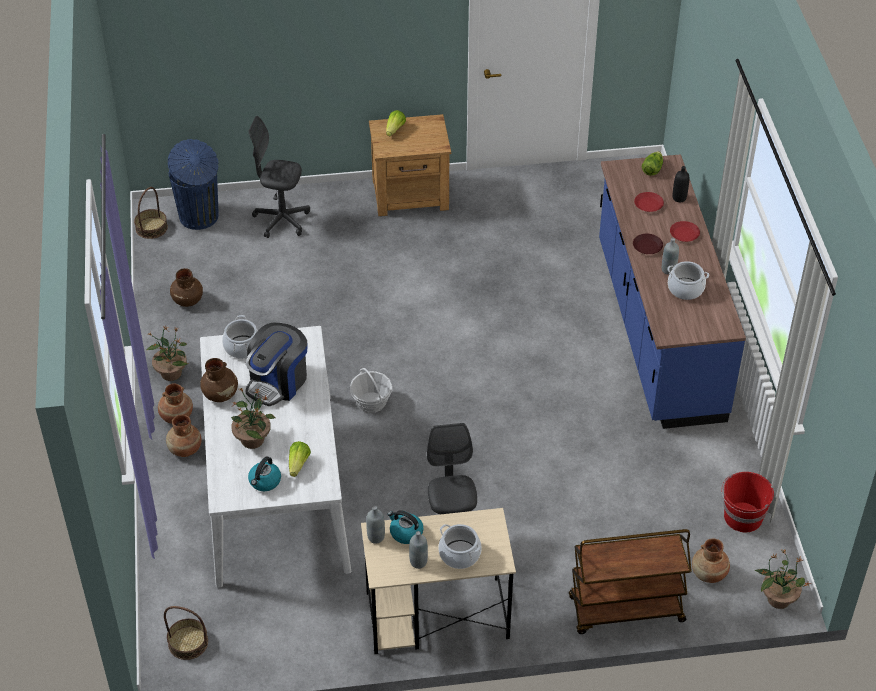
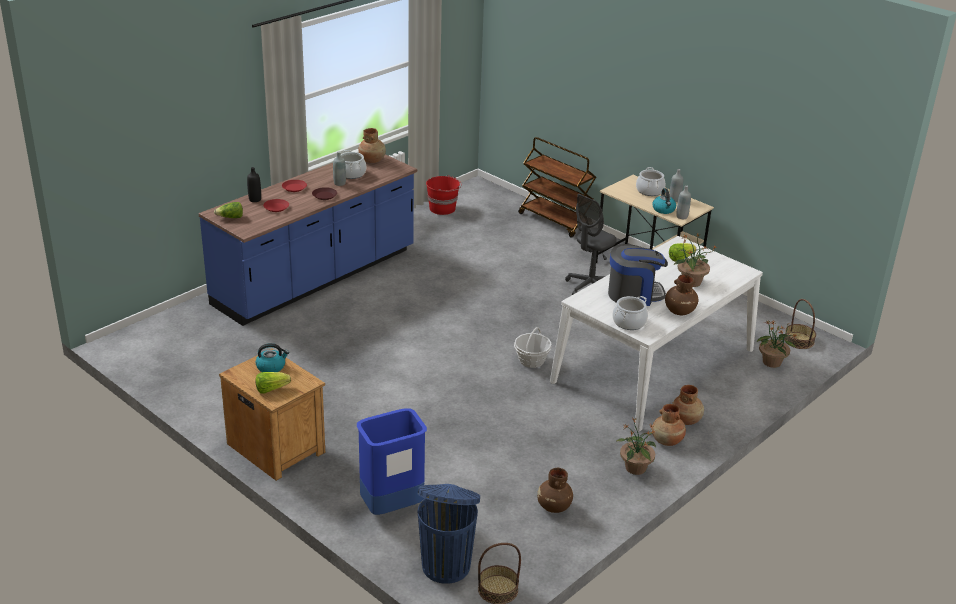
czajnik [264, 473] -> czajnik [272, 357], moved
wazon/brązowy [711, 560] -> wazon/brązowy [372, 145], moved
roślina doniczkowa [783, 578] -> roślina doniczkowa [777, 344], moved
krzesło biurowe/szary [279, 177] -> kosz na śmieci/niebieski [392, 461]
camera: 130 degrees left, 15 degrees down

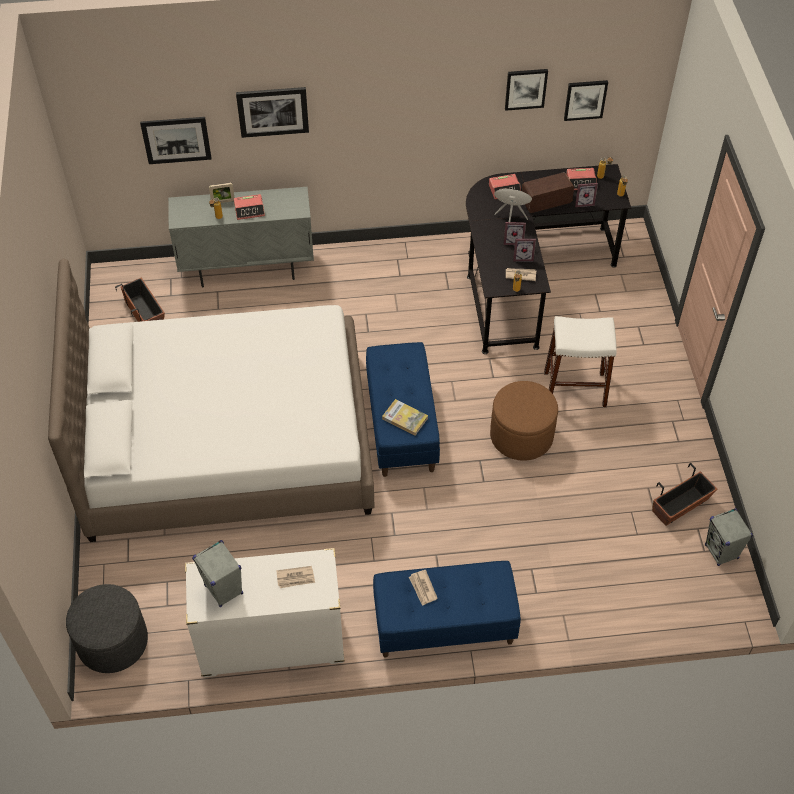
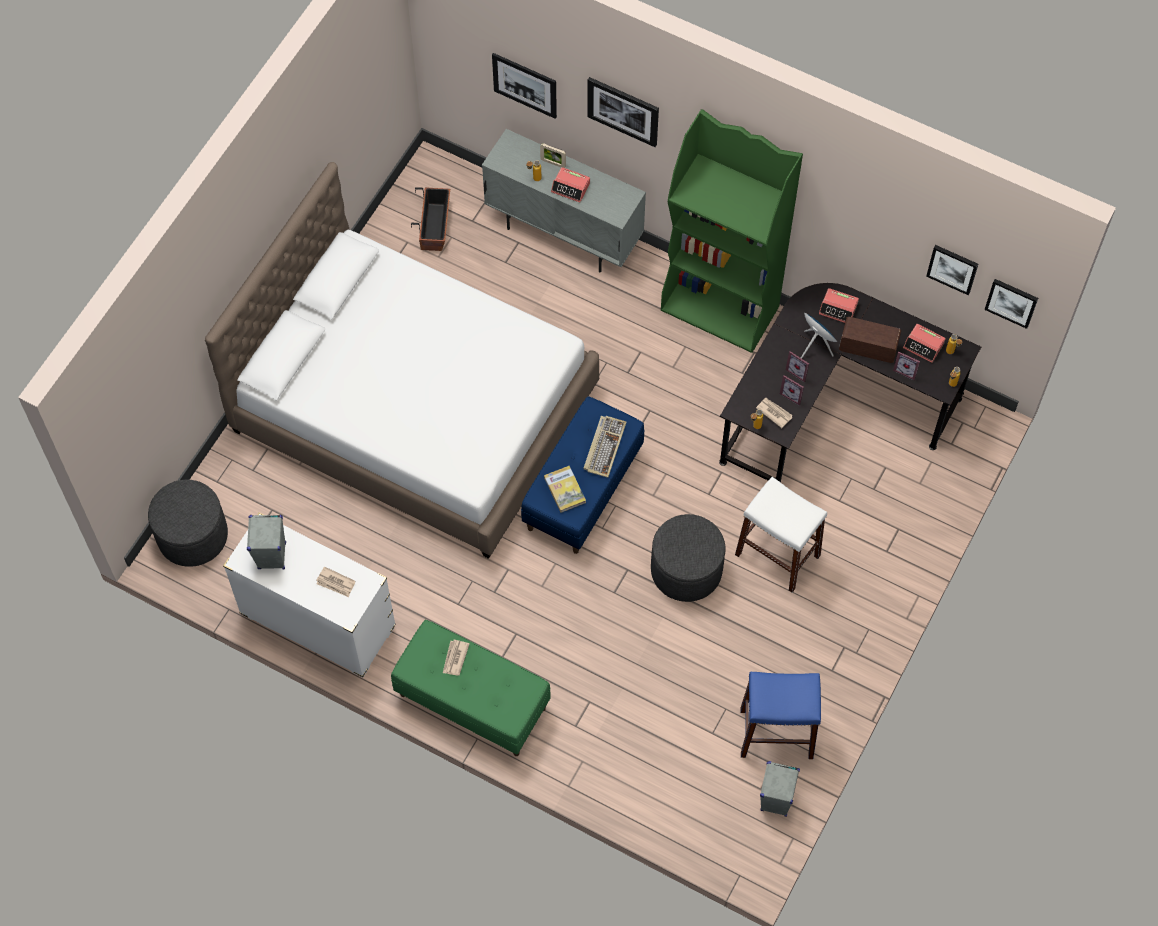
none -> klawiatura [605, 447]
none -> regał/zielony [732, 231]
obraz [526, 90] -> obraz [1011, 304], moved
donica [684, 494] -> stołek/niebieski [780, 715]
ławka/niebieski [447, 609] -> ławka/zielony [471, 688]
pufa/brązowy [524, 421] -> pufa/szary [688, 558]
camera: 35 degrees right, 10 degrees up

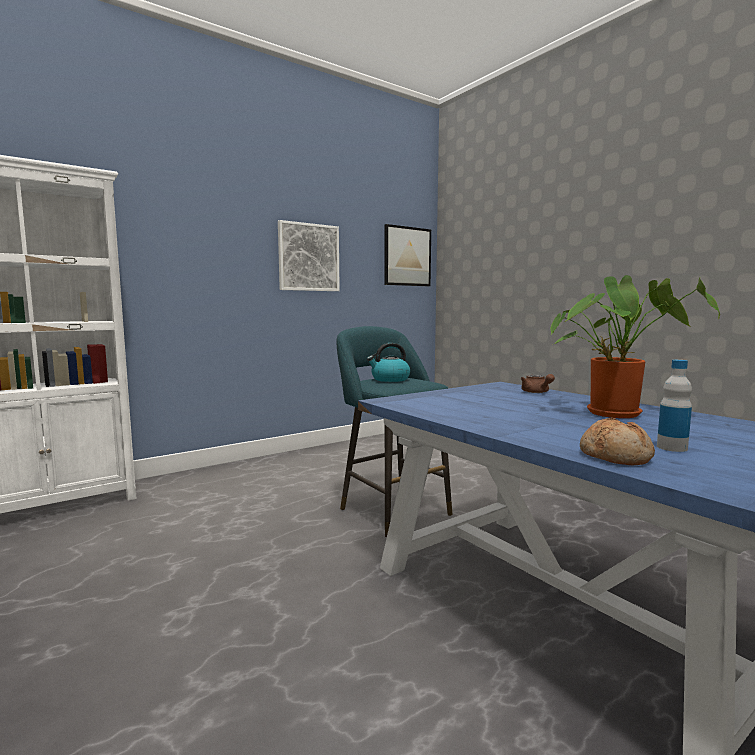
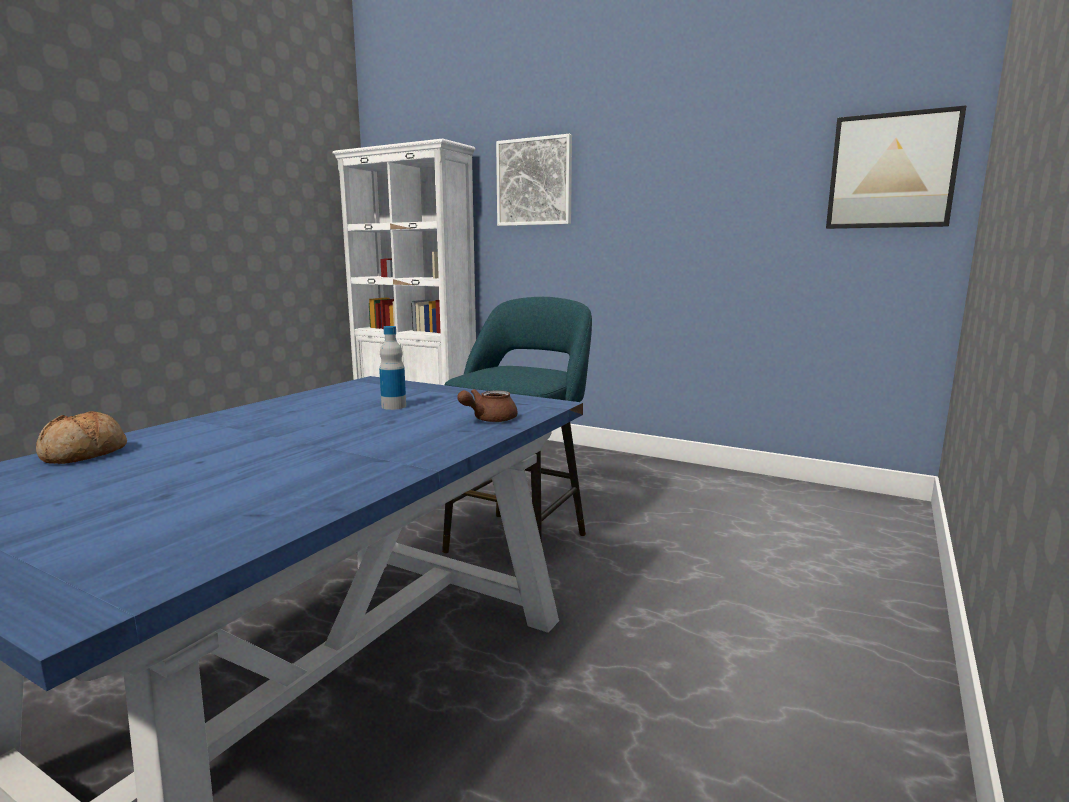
czajnik [388, 362] -> none
roślina doniczkowa [635, 346] -> none
obraz [309, 255] -> obraz [534, 180], moved
butelka [674, 406] -> butelka [392, 368], moved
camera: 65 degrees right, 5 degrees up

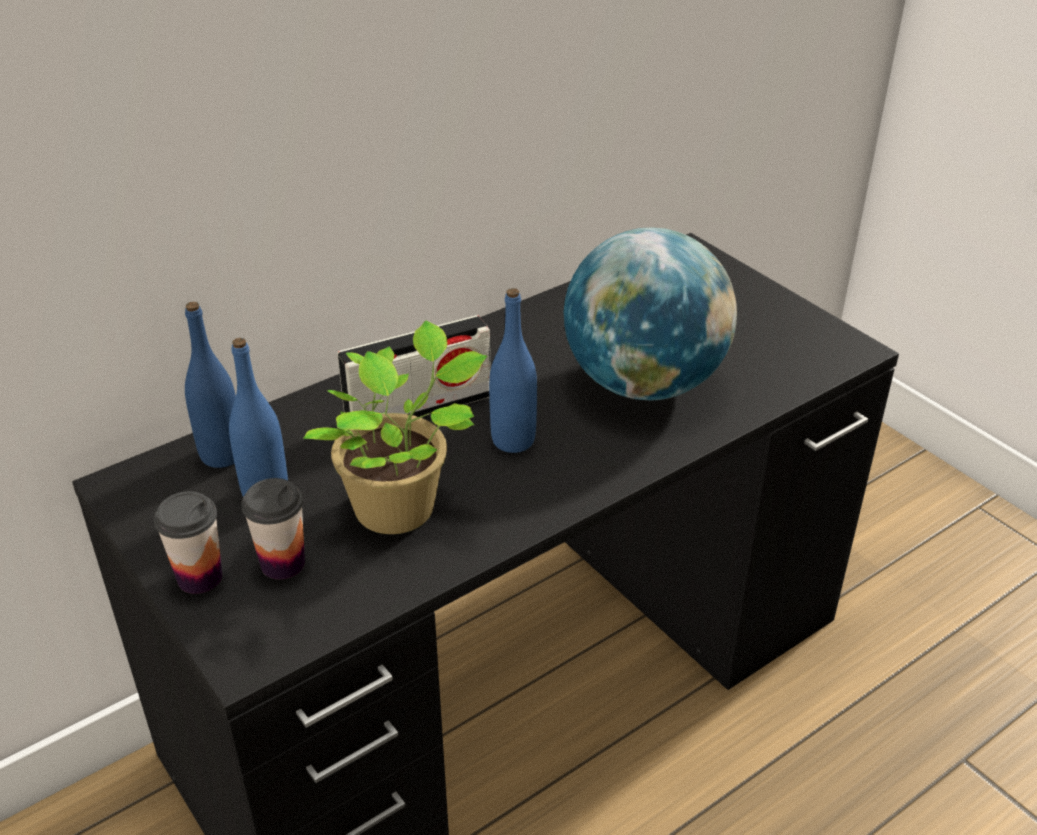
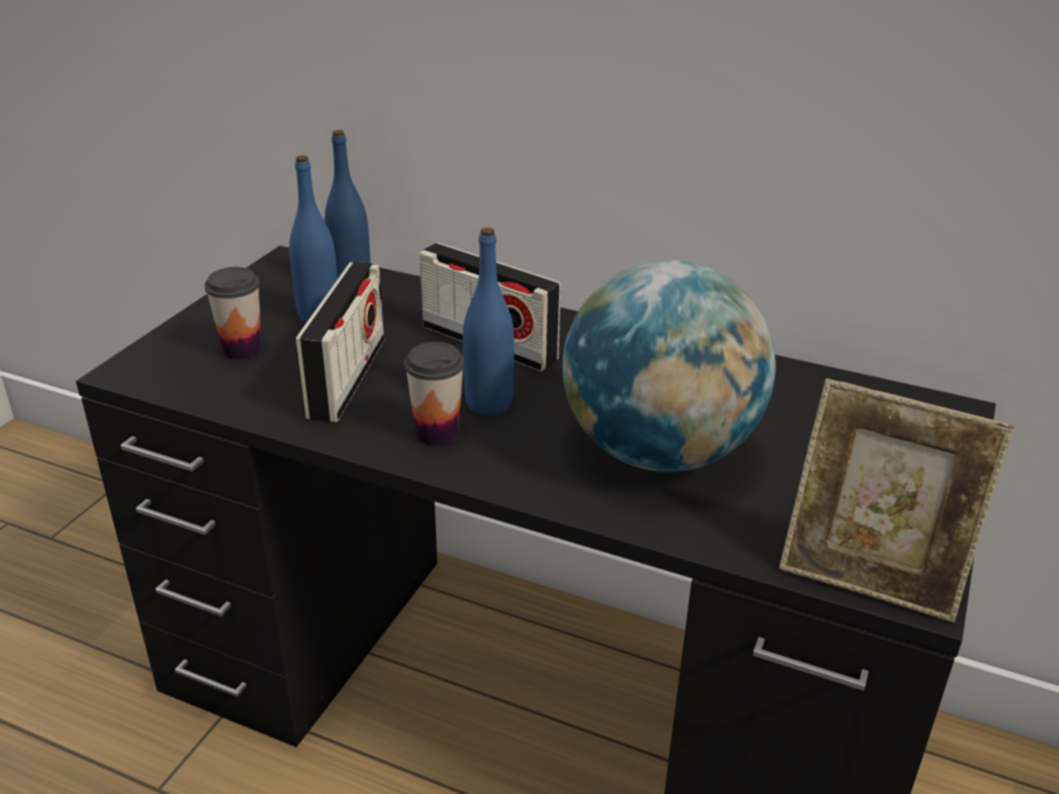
none -> ramka na zdjęcie [896, 500]
filiżanka [188, 542] -> filiżanka [434, 394], moved
roślina doniczkowa [395, 427] -> radio [339, 342]
camera: 60 degrees right, 5 degrees down

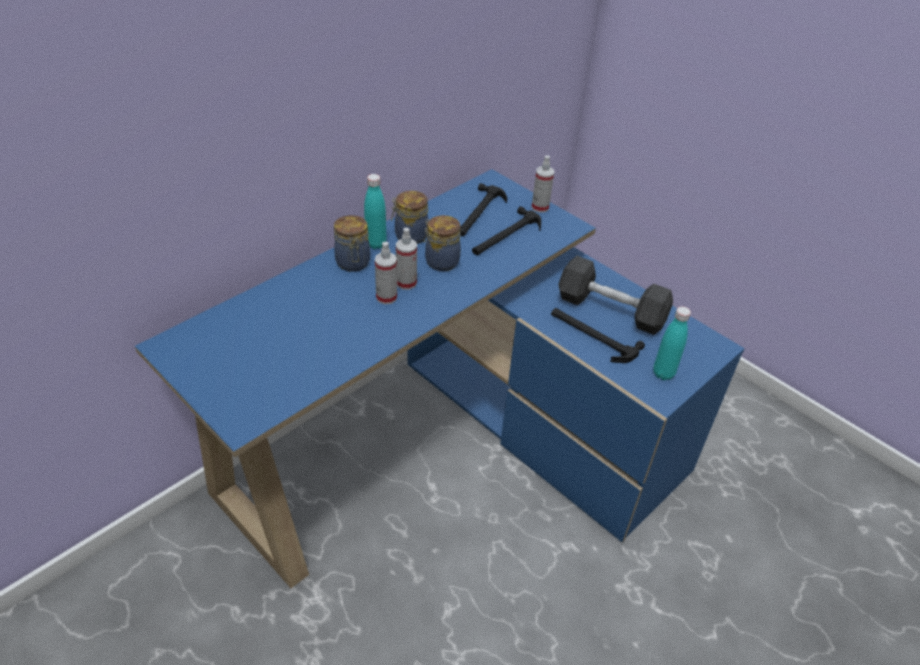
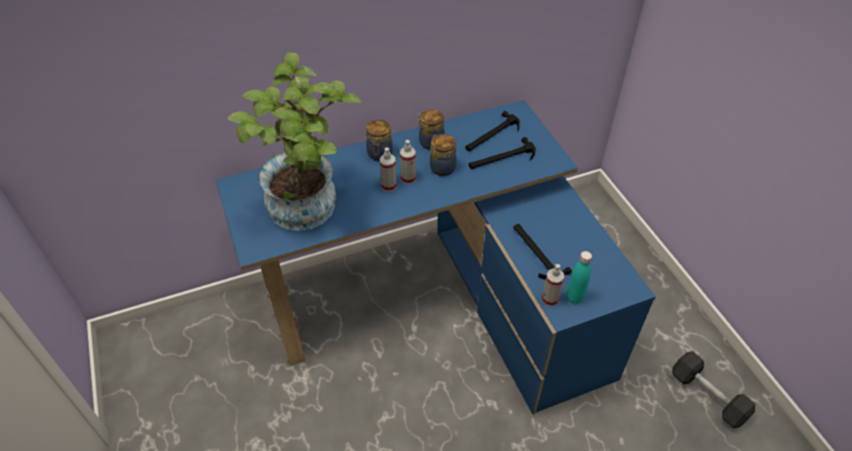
butelka/turkusowy [375, 211] -> none
none -> roślina doniczkowa [294, 141]
spryskiwacz [543, 184] -> spryskiwacz [553, 285], moved
hantel/szary [615, 295] -> hantel/szary [713, 389], moved
camera: 25 degrees right, 5 degrees up

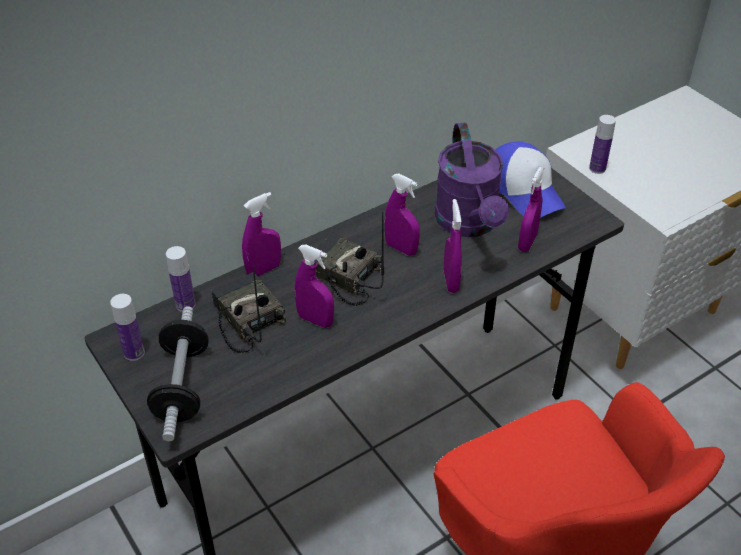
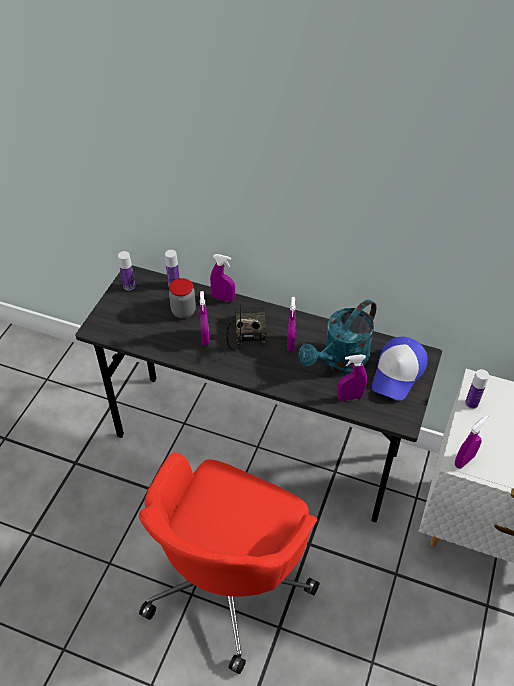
hantel [178, 373] -> none
spryskiwacz/fioletowy [453, 246] -> spryskiwacz/fioletowy [471, 442], moved
radio [249, 309] -> słoik [182, 298]
konewka/fioletowy [472, 180] -> konewka/turkusowy [338, 337]
camera: 55 degrees right, 5 degrees up

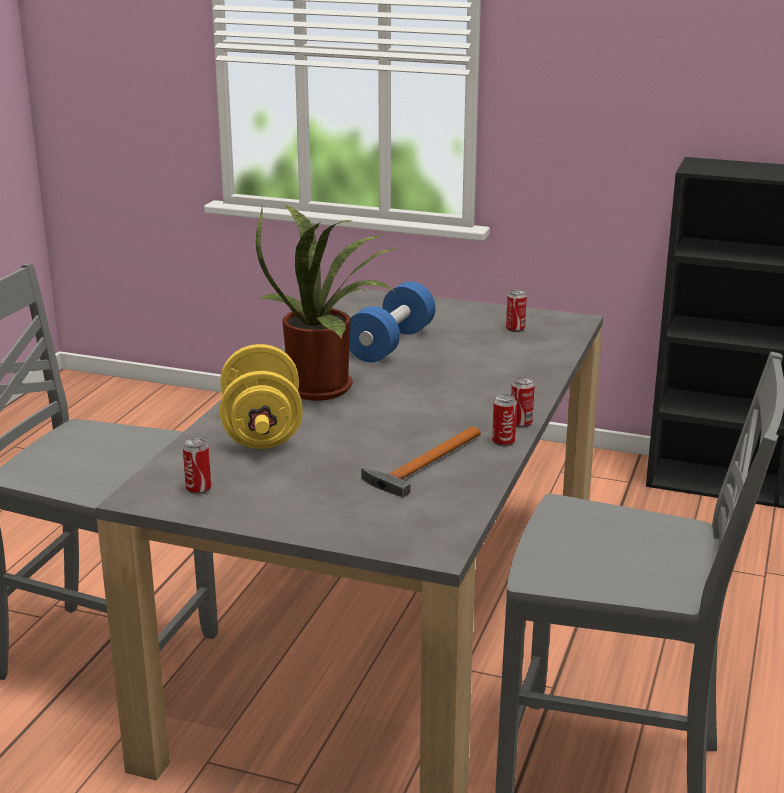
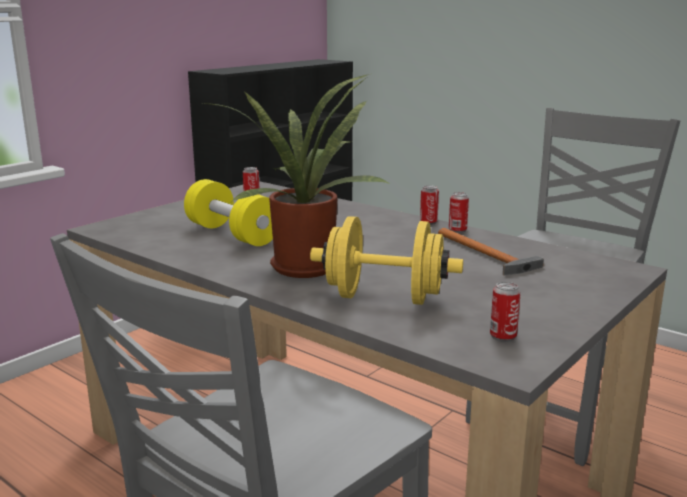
hantel/niebieski [392, 321] -> hantel/żółty [228, 212]
camera: 70 degrees left, 5 degrees down

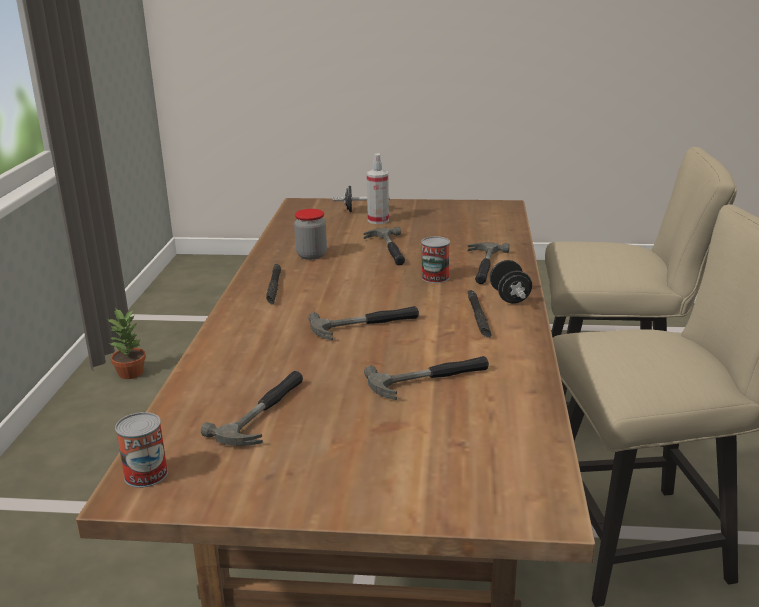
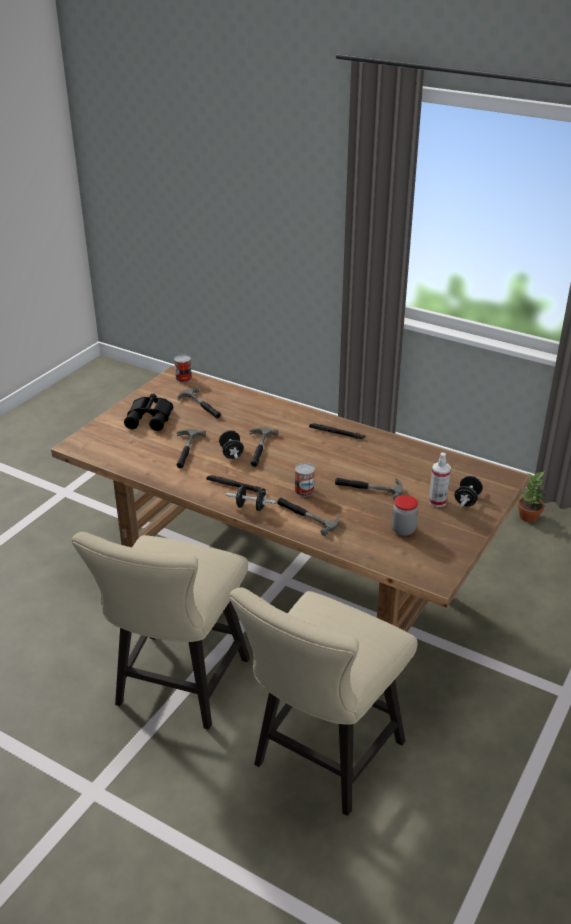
none -> lornetka/czarny [148, 412]
none -> hantel/czarny [231, 444]
słoik [310, 234] -> słoik [405, 515], moved
camera: 115 degrees right, 10 degrees up

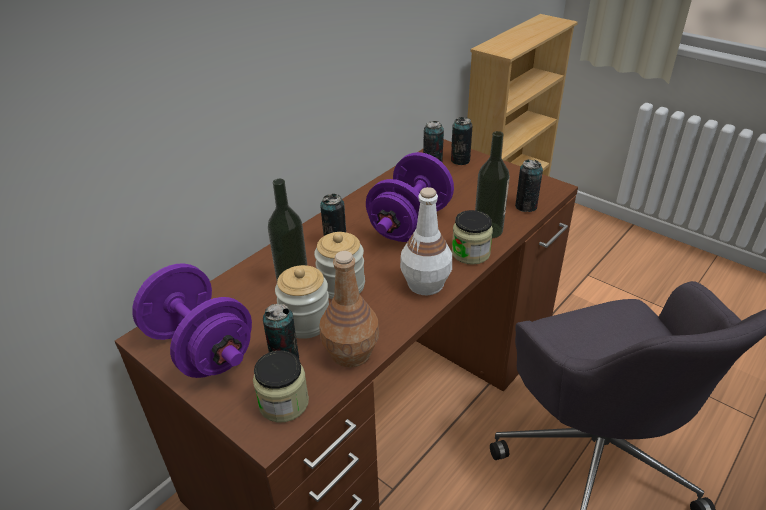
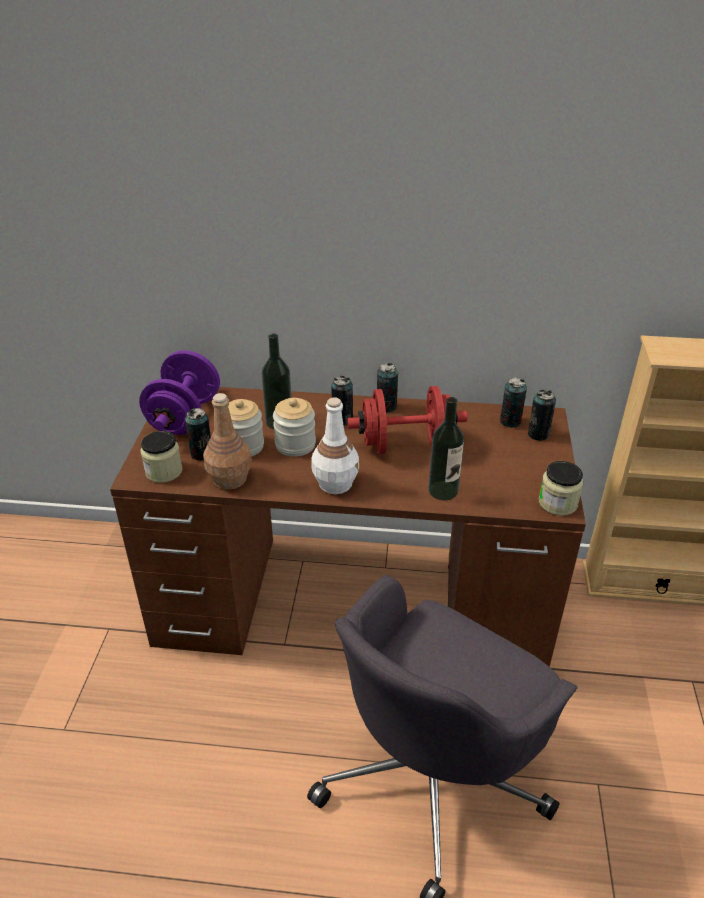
słoik [472, 237] -> słoik [561, 488], moved
puszka [529, 185] -> puszka [387, 388], moved
hantel/fioletowy [410, 197] -> hantel/czerwony [407, 420]
camera: 55 degrees right, 0 degrees up

